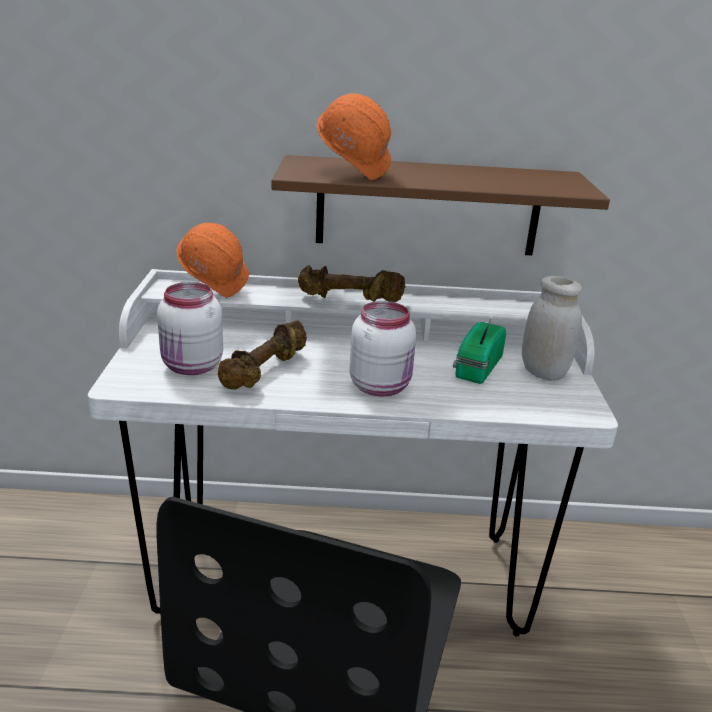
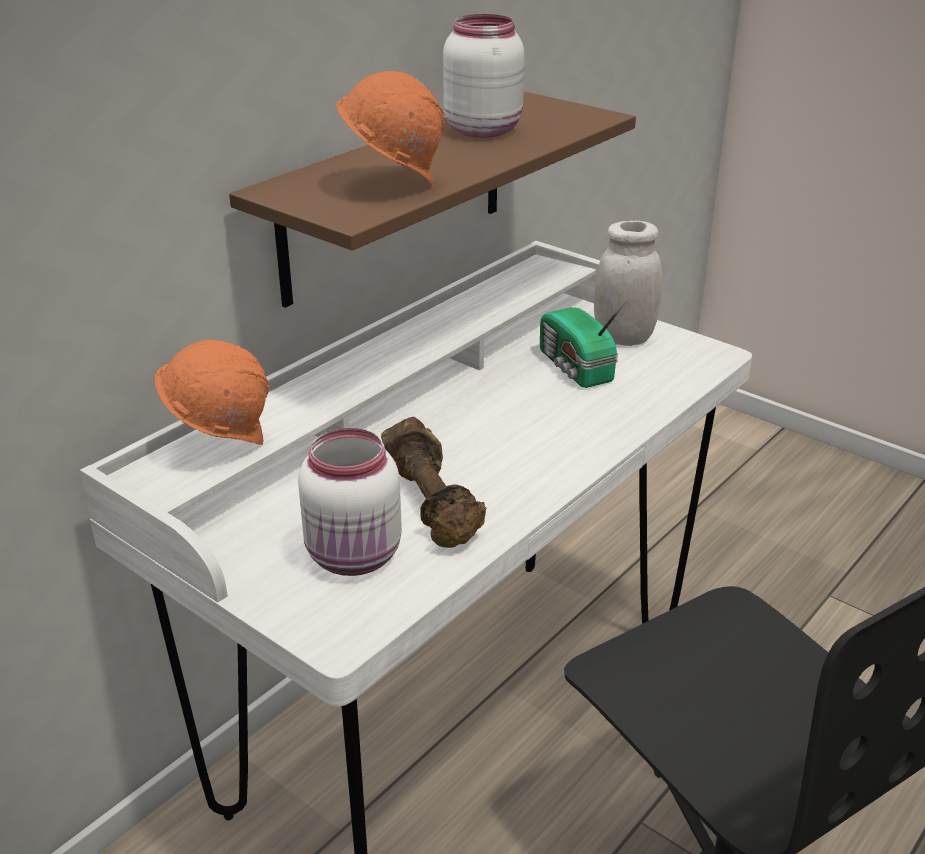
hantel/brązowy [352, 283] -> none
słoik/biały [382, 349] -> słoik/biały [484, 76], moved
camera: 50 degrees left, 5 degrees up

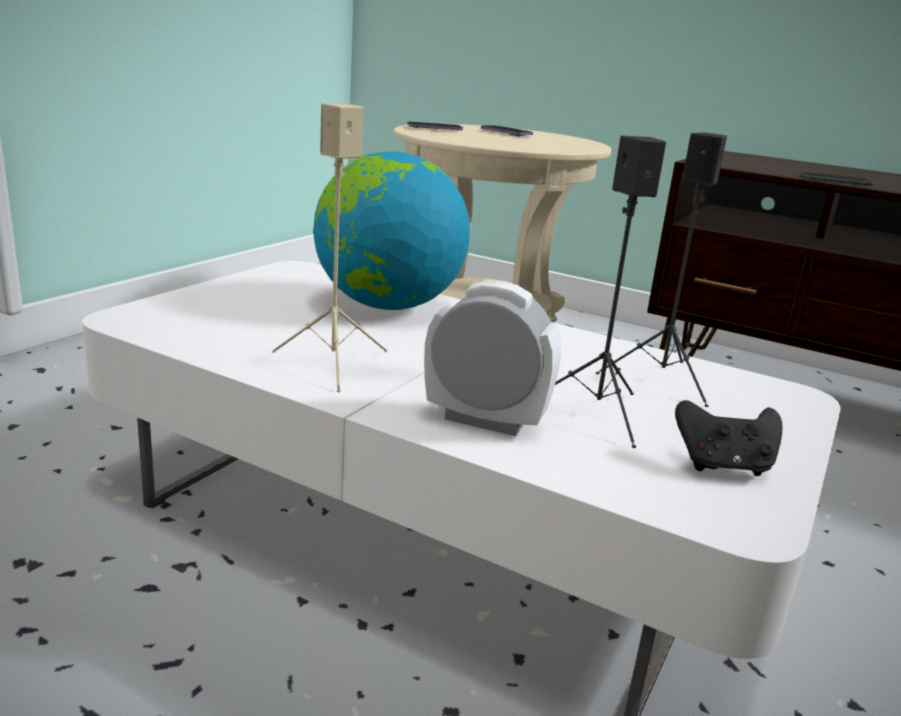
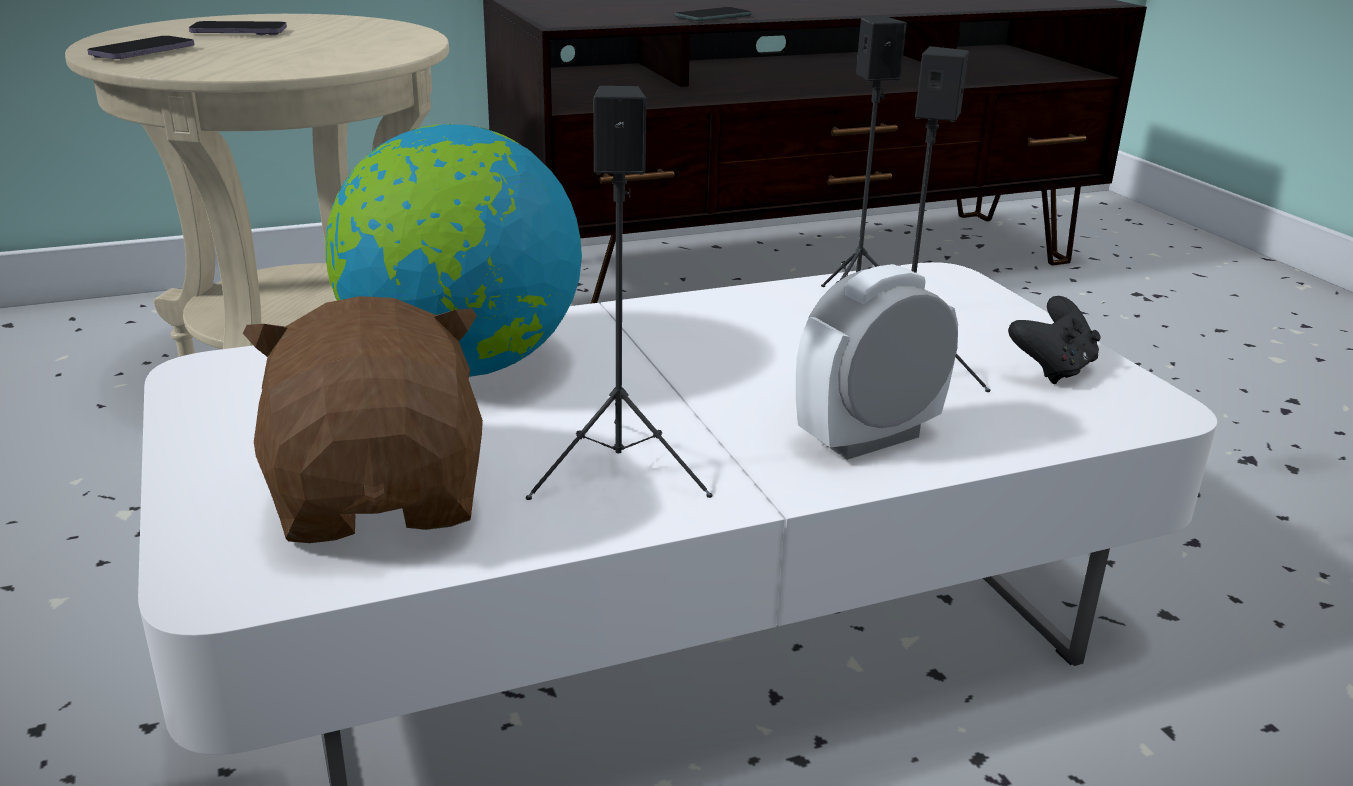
none -> pluszak/brązowy [363, 419]
głośnik/beżowy [329, 247] -> głośnik/czarny [619, 293]
camera: 50 degrees left, 5 degrees up

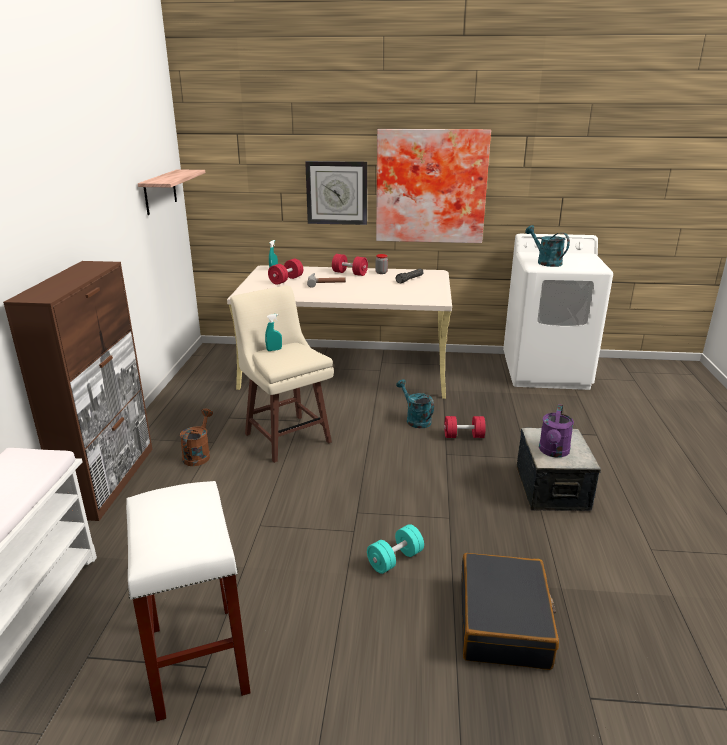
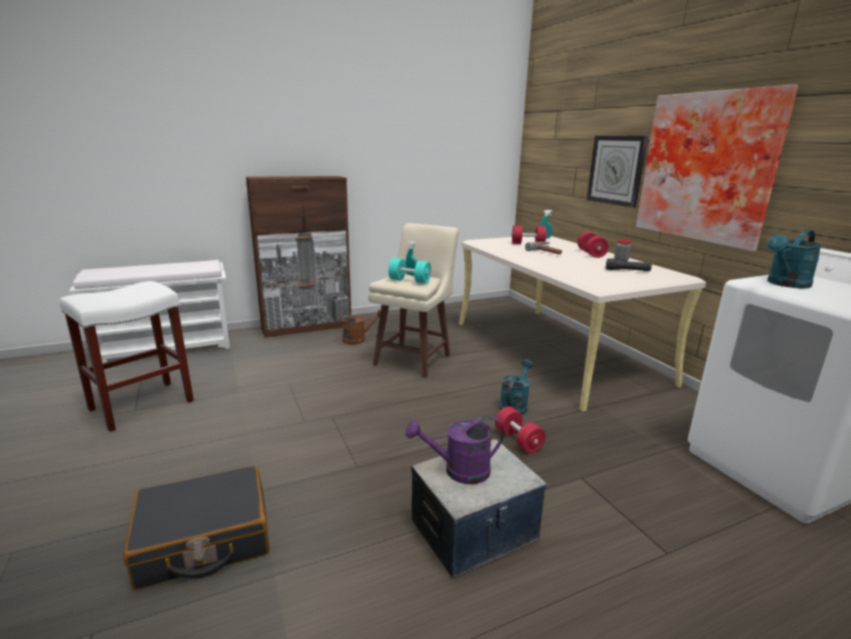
półka [171, 192] -> none
hantel/turkusowy [395, 549] -> hantel/turkusowy [409, 271], moved
konewka/turkusowy [547, 246] -> konewka/turkusowy [794, 259], 150 degrees counterclockwise
camera: 60 degrees right, 5 degrees down

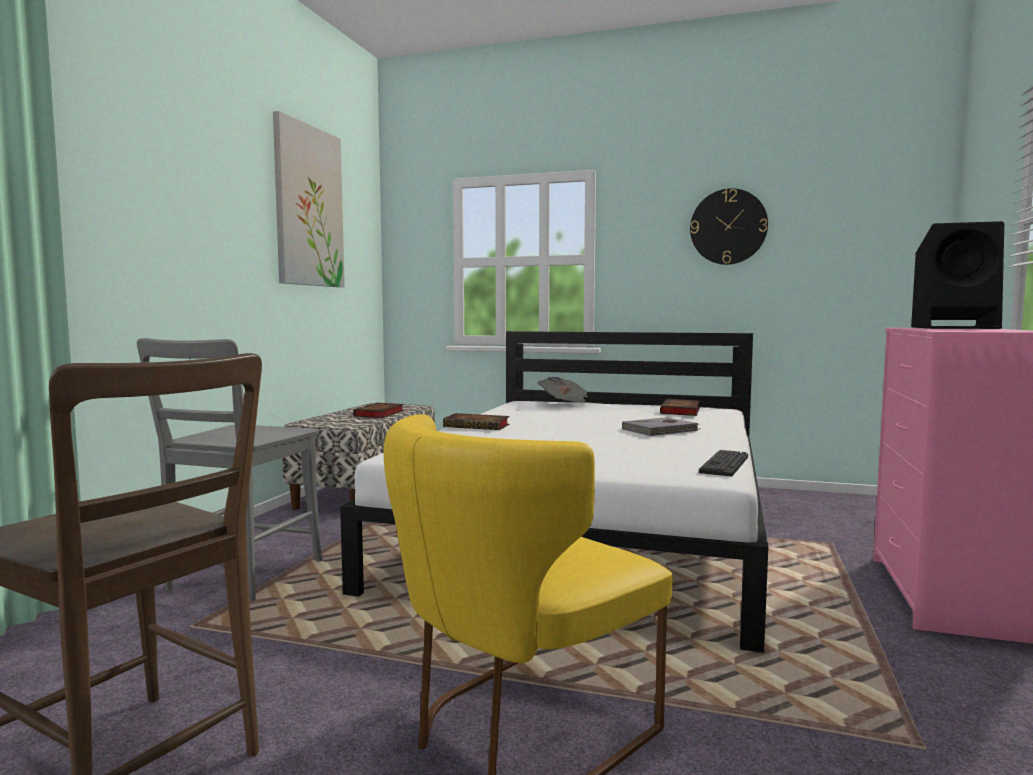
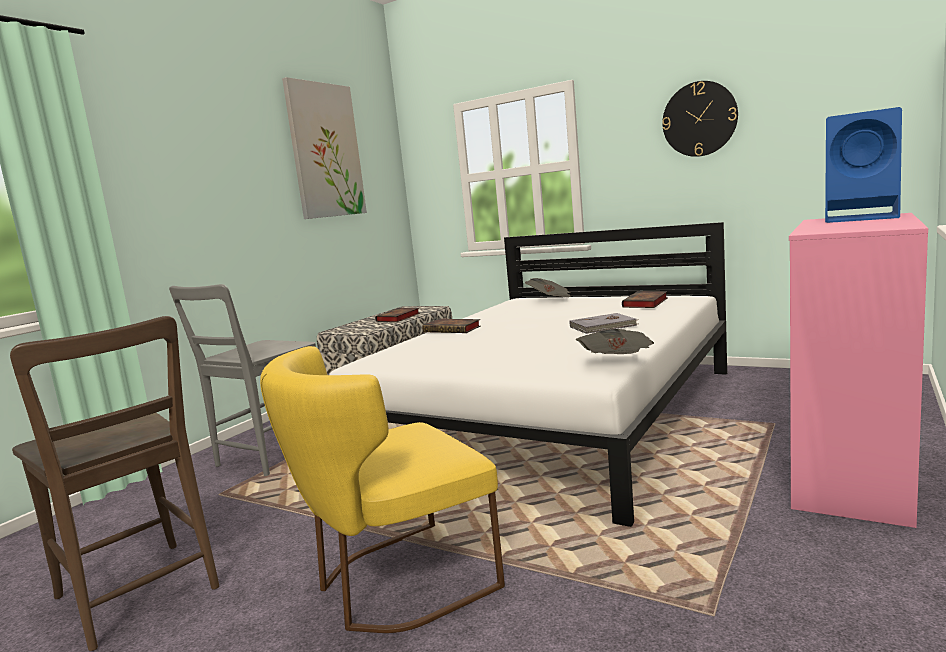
klawiatura [723, 463] -> gazeta [615, 341]
głośnik/czarny [957, 275] -> głośnik/niebieski [863, 165]
camera: 15 degrees right, 5 degrees up

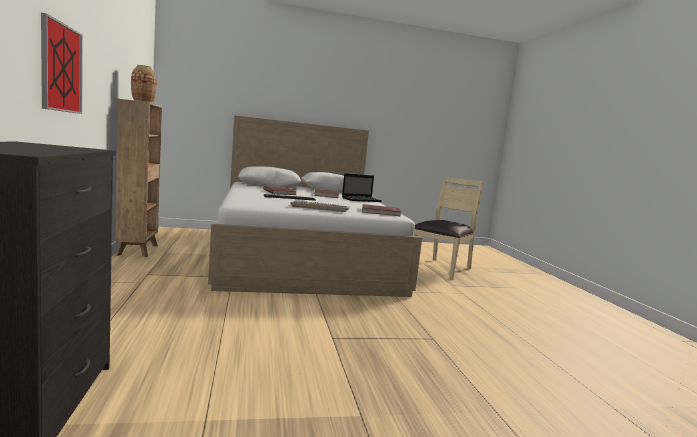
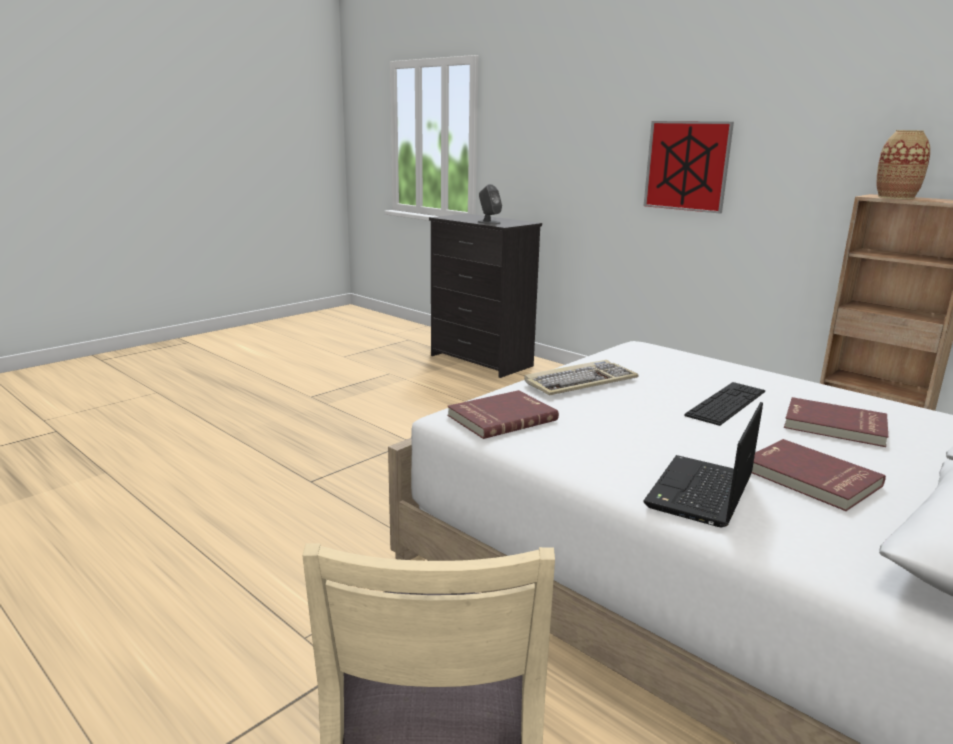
none -> głośnik/szary [490, 204]
camera: 145 degrees right, 10 degrees up

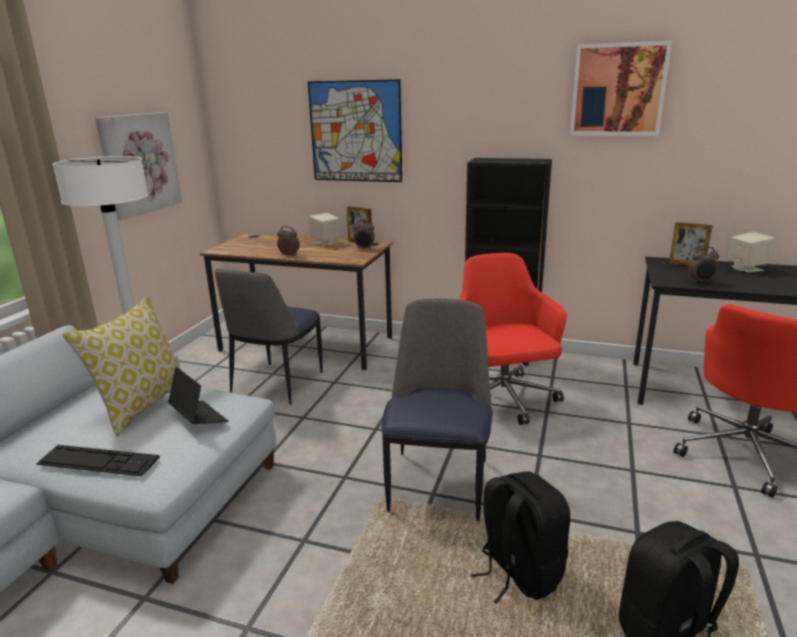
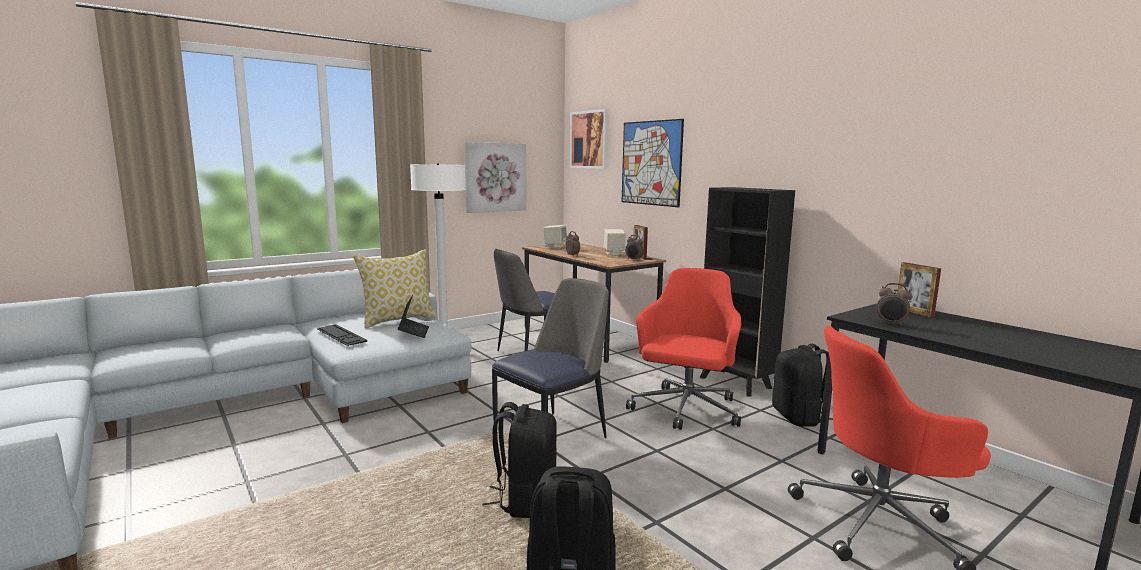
none -> plecak/czarny [802, 385]
obraz [621, 88] -> obraz [589, 139], moved
głośnik/beżowy [752, 252] -> głośnik/beżowy [555, 237], moved
camera: 35 degrees right, 10 degrees down

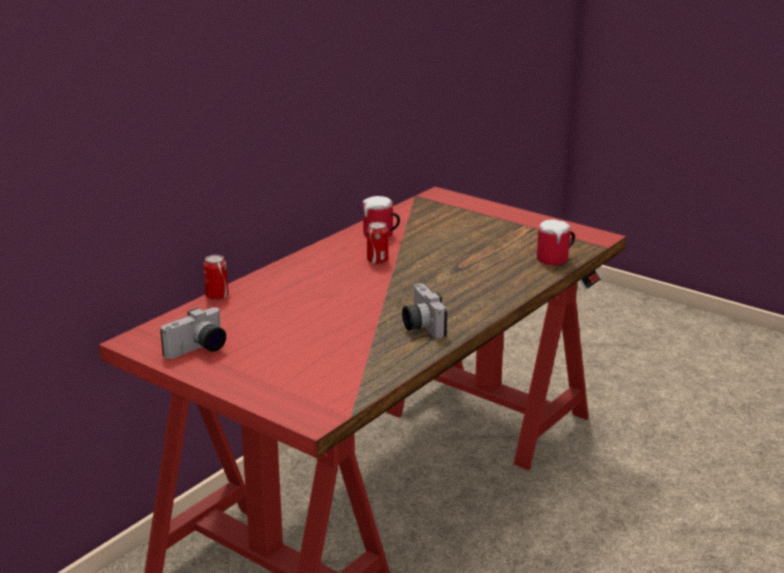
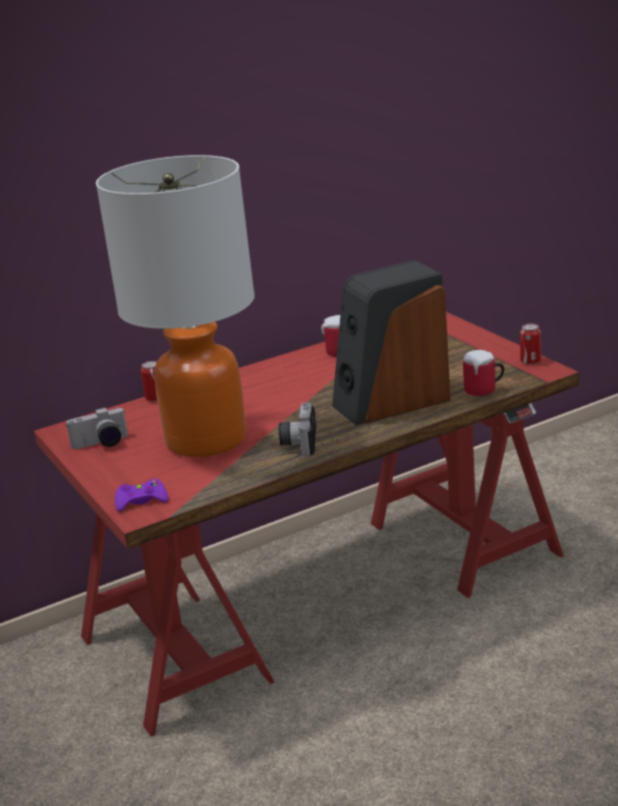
none -> lampa stołowa [175, 306]
none -> pad do gier/fioletowy [141, 495]
none -> głośnik [391, 342]
puszka [377, 243] -> puszka [530, 344], moved
camera: 25 degrees right, 0 degrees up

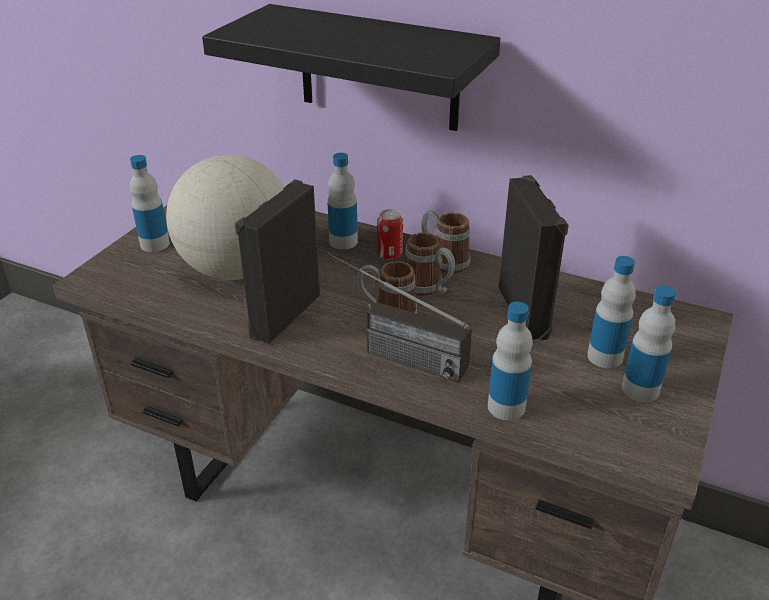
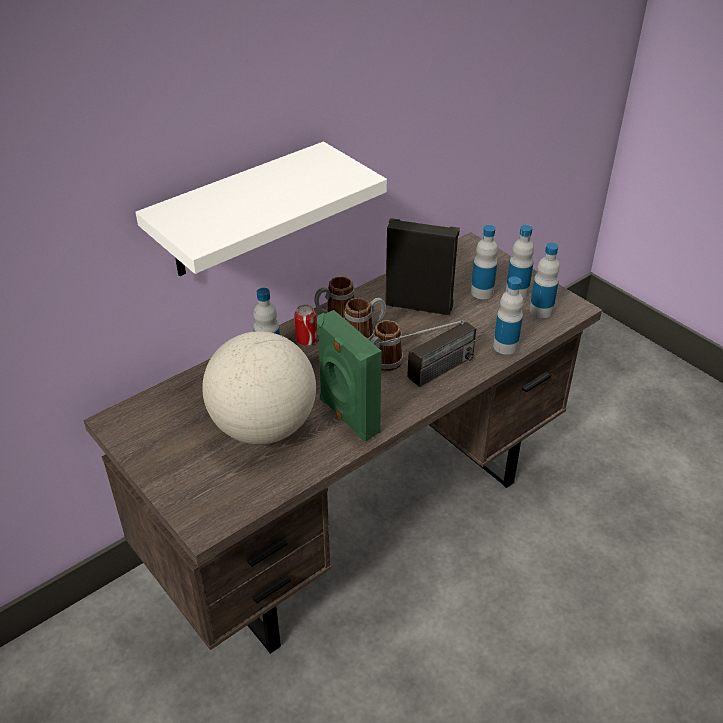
butelka [150, 203] -> butelka [544, 280], moved
półka/czarny [351, 67] -> półka/biały [261, 209]
głośnik/czarny [277, 261] -> głośnik/zielony [349, 376]
camera: 65 degrees left, 5 degrees up

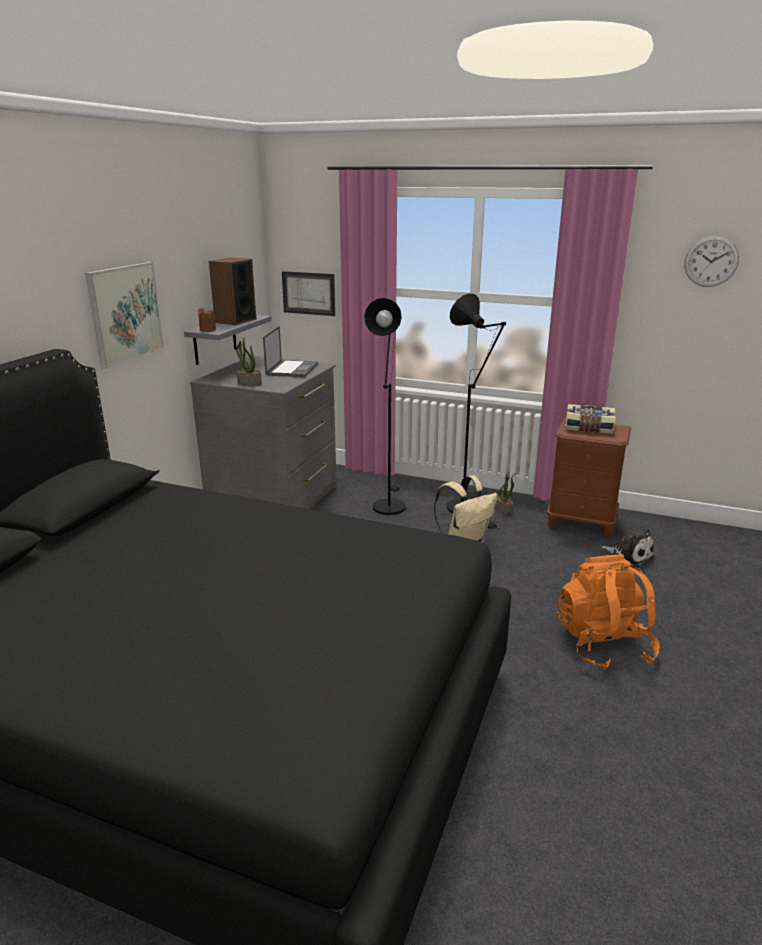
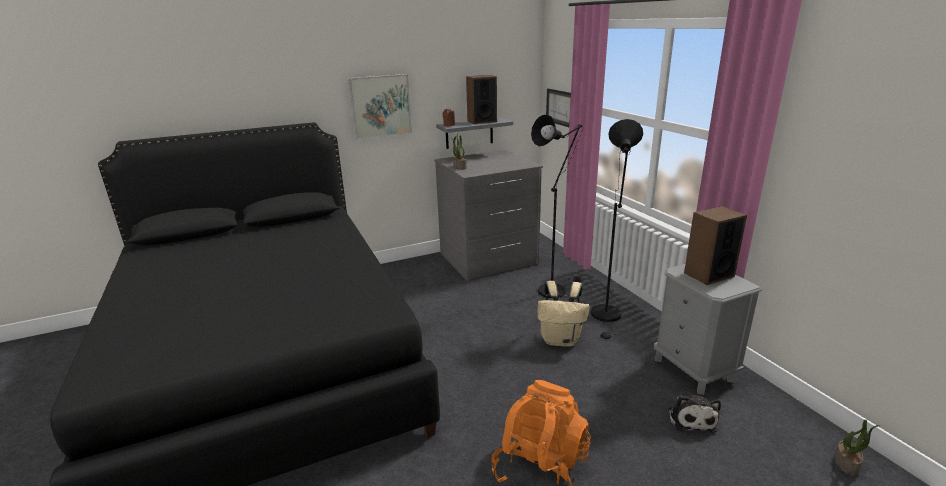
laptop [290, 351] -> none
zegar ścienny [711, 261] -> none
roślina doniczkowa [505, 493] -> roślina doniczkowa [857, 448], moved
książka [590, 419] -> głośnik [715, 245]
szafka nocna/brązowy [589, 478] -> szafka nocna/szary [708, 329]
camera: 45 degrees right, 0 degrees up

